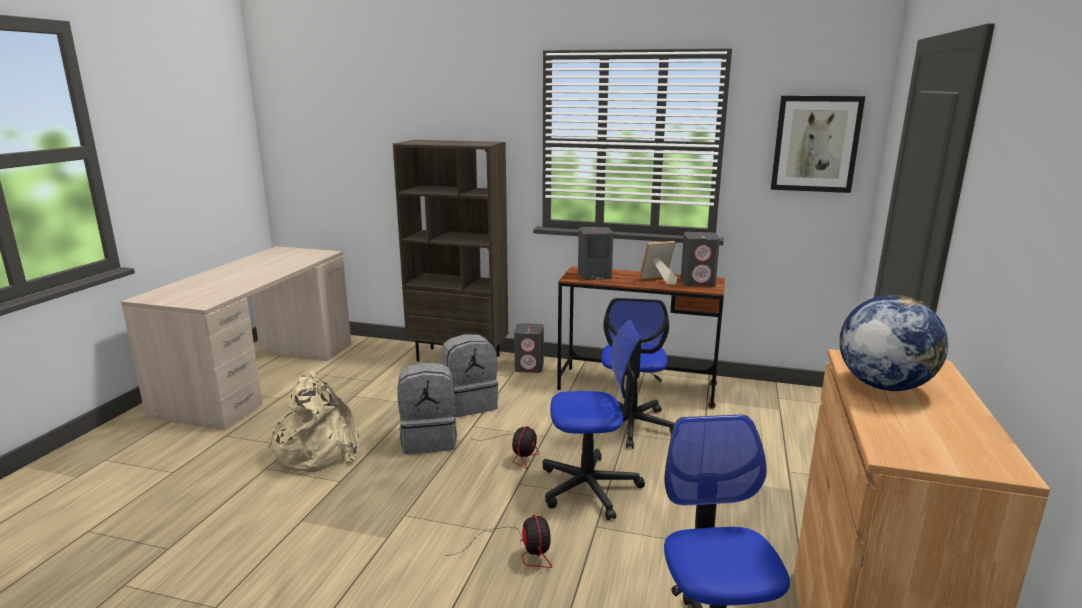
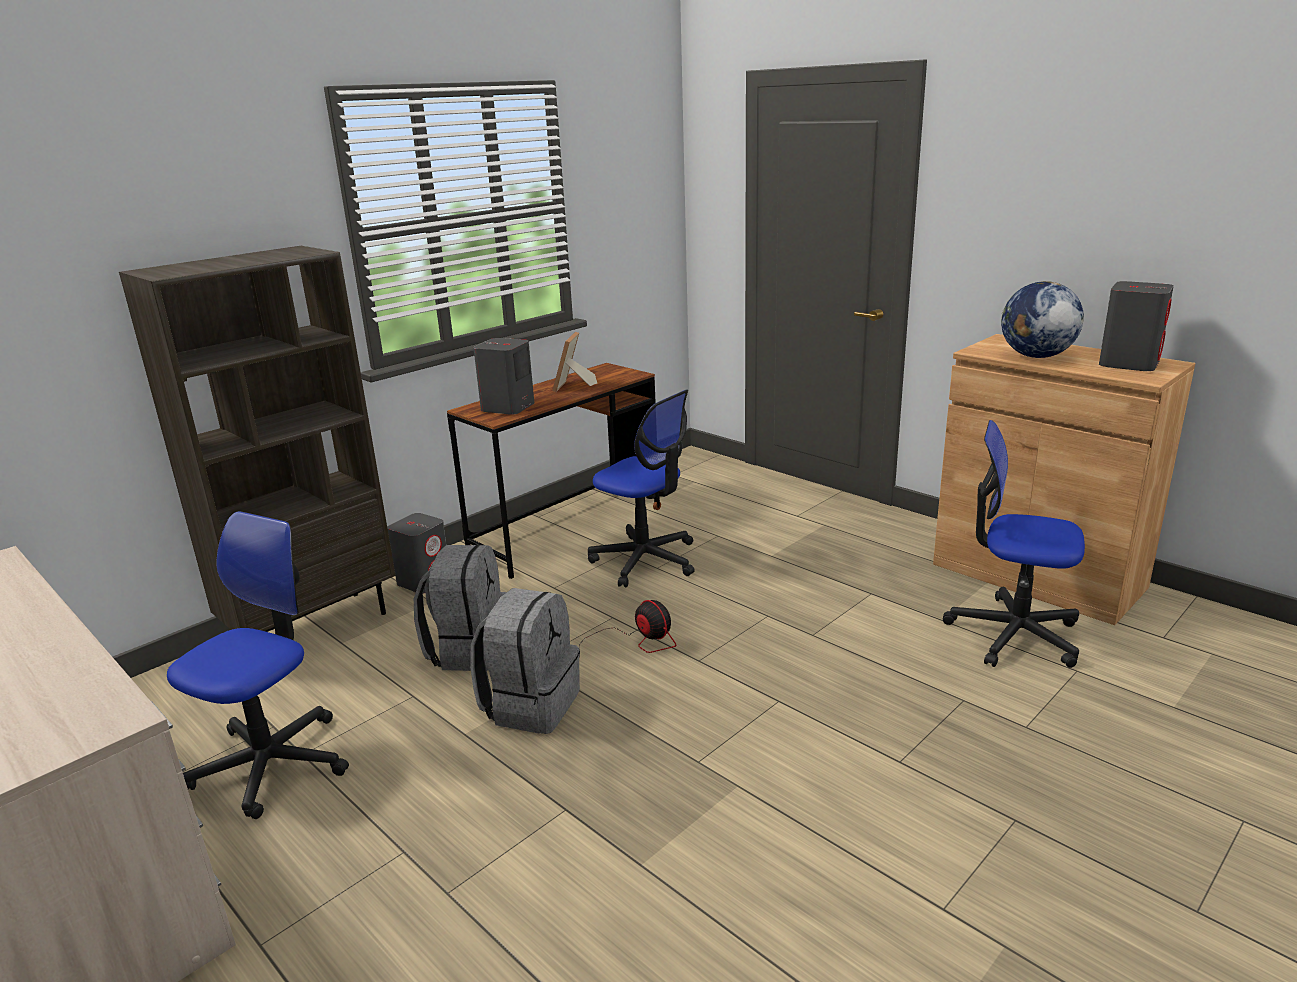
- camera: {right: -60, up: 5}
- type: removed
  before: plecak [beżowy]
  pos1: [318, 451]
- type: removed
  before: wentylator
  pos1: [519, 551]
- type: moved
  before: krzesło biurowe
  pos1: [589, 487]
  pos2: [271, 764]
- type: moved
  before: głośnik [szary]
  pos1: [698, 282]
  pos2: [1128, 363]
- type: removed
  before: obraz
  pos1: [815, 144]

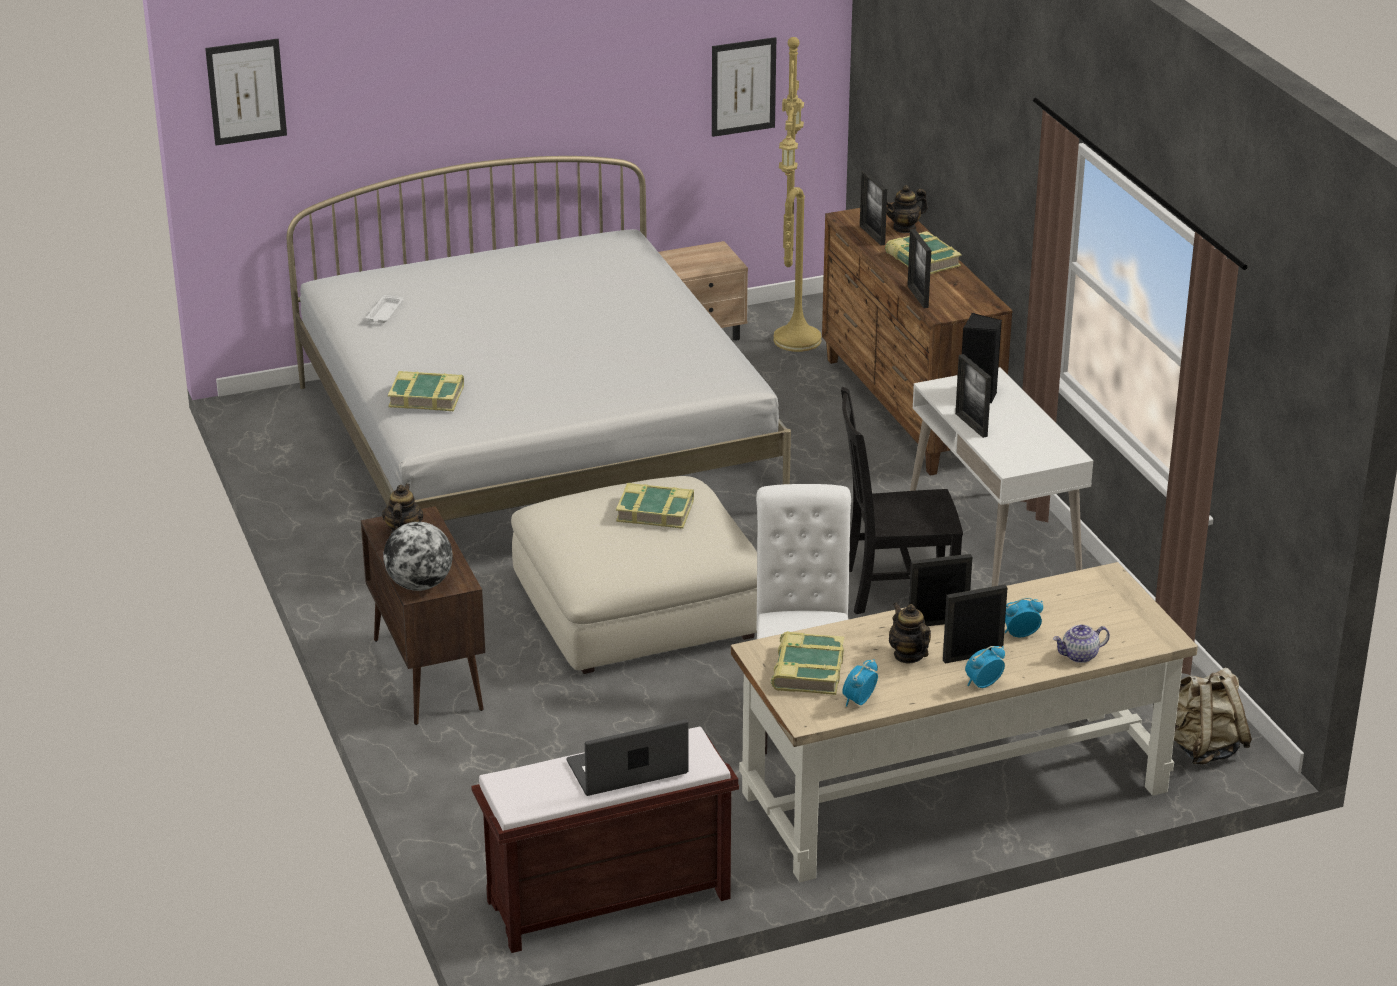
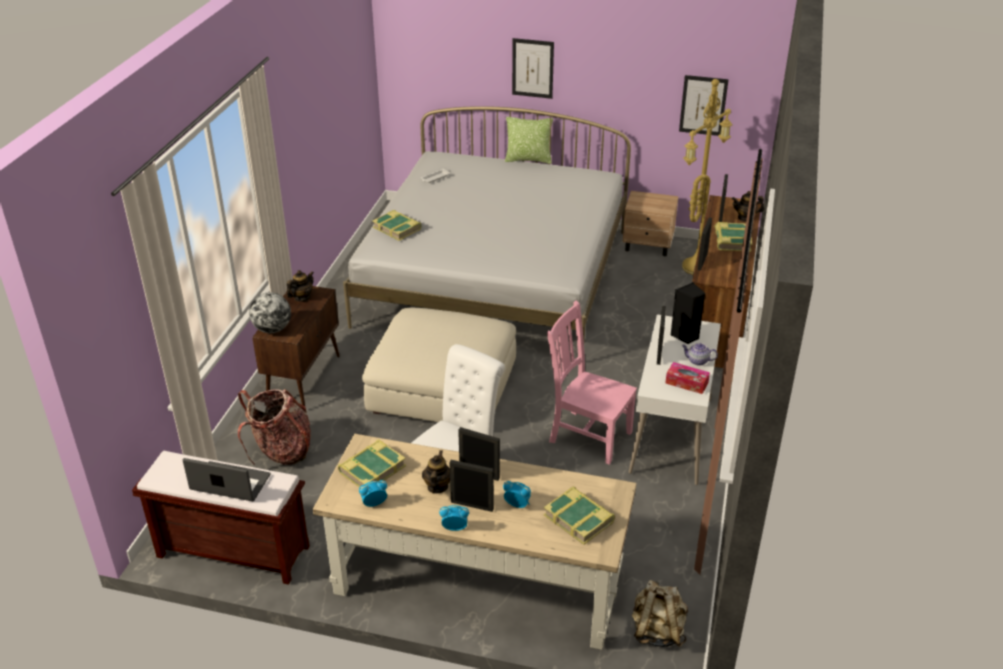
- camera: {right: 35, up: 5}
- type: moved
  before: obraz
  pos1: [246, 91]
  pos2: [532, 68]
- type: moved
  before: książka
  pos1: [655, 511]
  pos2: [579, 518]
- type: recoloured
  before: krzesło [czarny]
  after: krzesło [różowy]
  pos1: [894, 588]
  pos2: [588, 435]
- type: moved
  before: imbryk
  pos1: [1079, 656]
  pos2: [697, 361]
- type: added
  after: plecak
  pos2: [281, 451]
- type: added
  after: poduszka
  pos2: [528, 159]
- type: added
  after: pudełko chusteczek
  pos2: [686, 383]

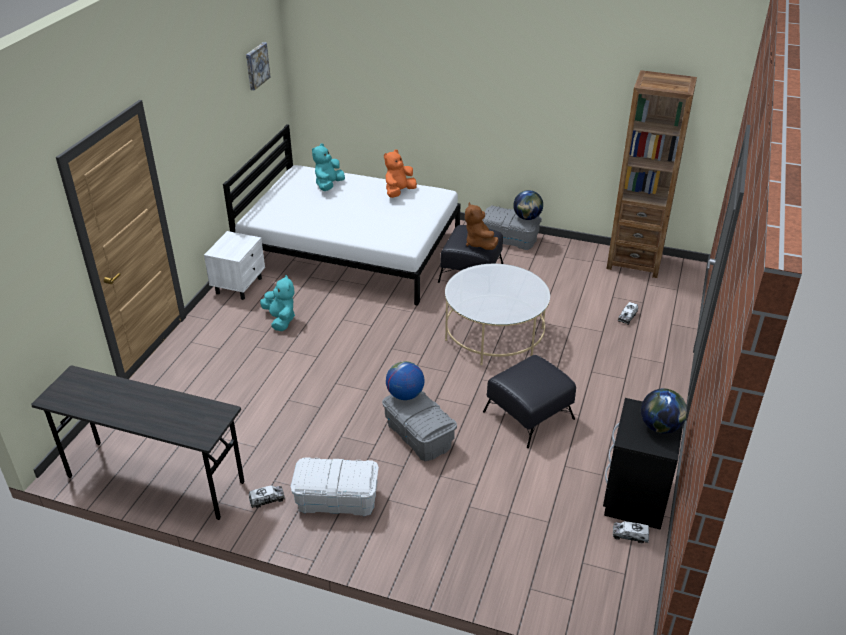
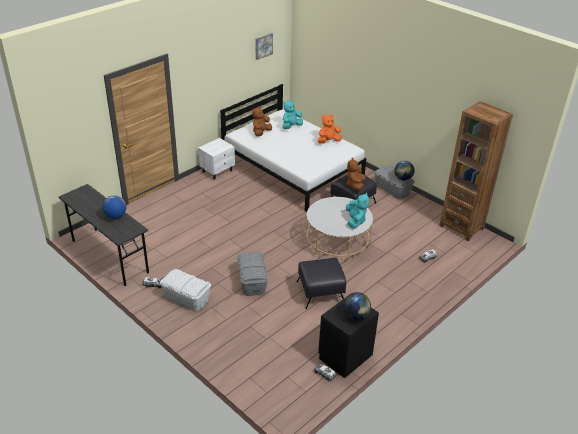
- camera: {right: 25, up: 0}
- type: moved
  before: pluszak [turkusowy]
  pos1: [281, 320]
  pos2: [355, 221]
- type: moved
  before: globus
  pos1: [405, 395]
  pos2: [115, 216]
- type: added
  after: pluszak [brązowy]
  pos2: [261, 133]

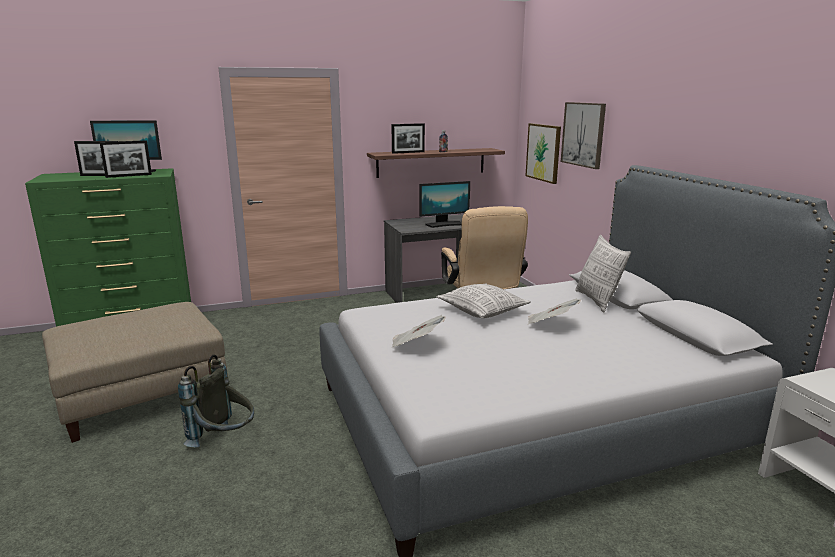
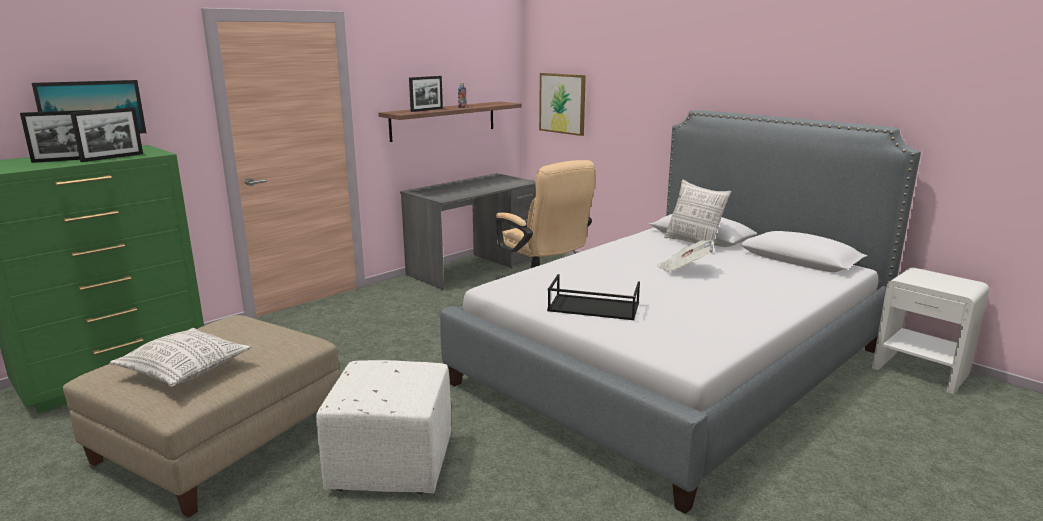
- camera: {right: -25, up: 0}
- type: replaced
  before: plecak [szary]
  after: pufa [biały]
  pos1: [225, 441]
  pos2: [391, 463]
- type: replaced
  before: gazeta
  after: taca [czarny]
  pos1: [416, 345]
  pos2: [592, 307]
- type: removed
  before: monitor
  pos1: [444, 224]
- type: moved
  before: poduszka
  pos1: [482, 311]
  pos2: [185, 370]
- type: removed
  before: obraz
  pos1: [583, 134]

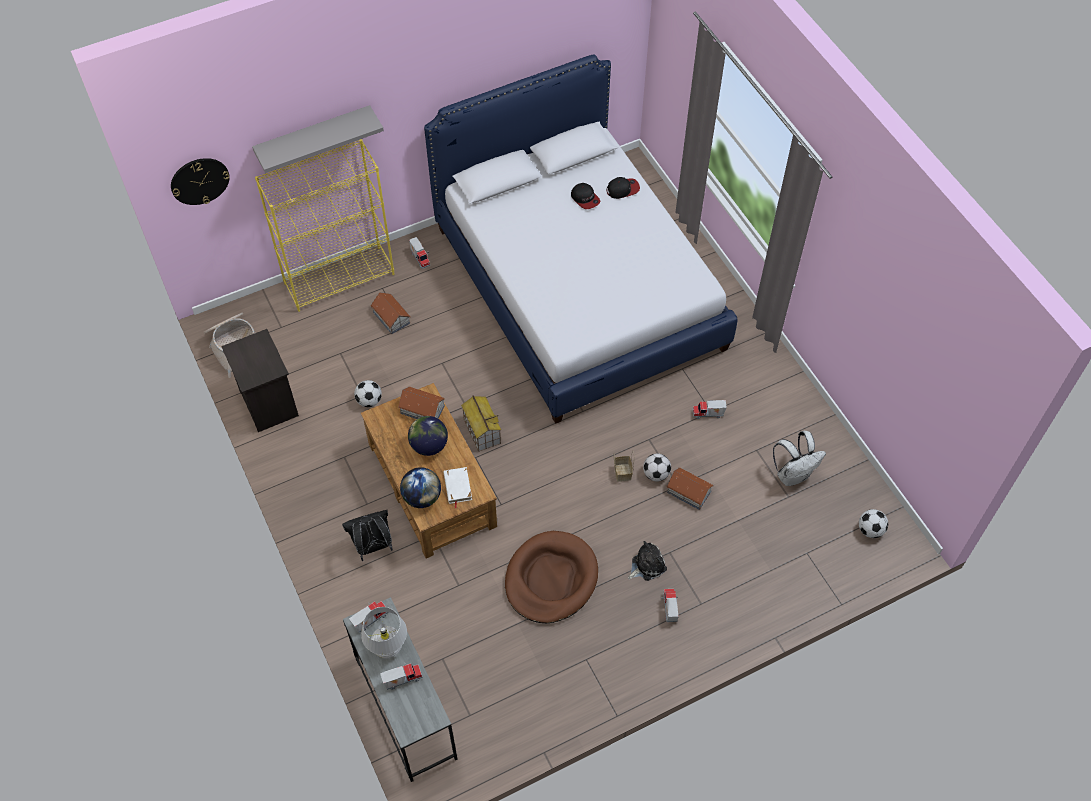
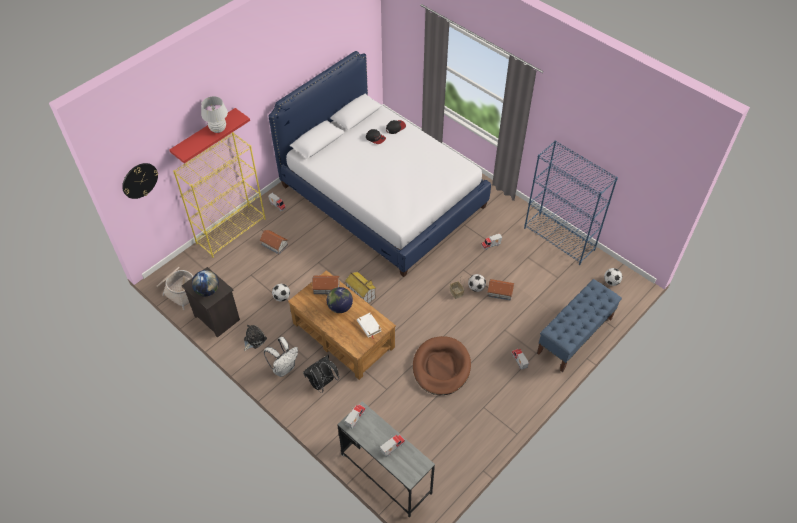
- camera: {right: -20, up: -5}
- type: recoloured
  before: półka [szary]
  after: półka [czerwony]
  pos1: [313, 136]
  pos2: [204, 135]
- type: moved
  before: lampa stołowa [biały]
  pos1: [387, 647]
  pos2: [218, 129]
- type: moved
  before: globus
  pos1: [422, 497]
  pos2: [207, 290]
- type: moved
  before: pluszak
  pos1: [646, 565]
  pos2: [254, 339]
- type: moved
  before: plecak [biały]
  pos1: [793, 474]
  pos2: [284, 368]
- type: added
  after: regał [niebieski]
  pos2: [559, 239]
- type: added
  after: ławka [niebieski]
  pos2: [574, 336]

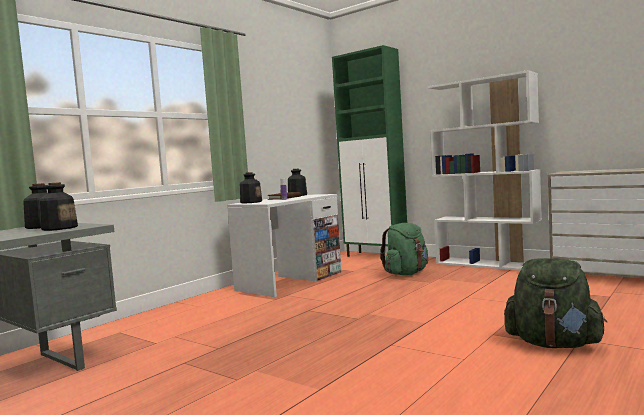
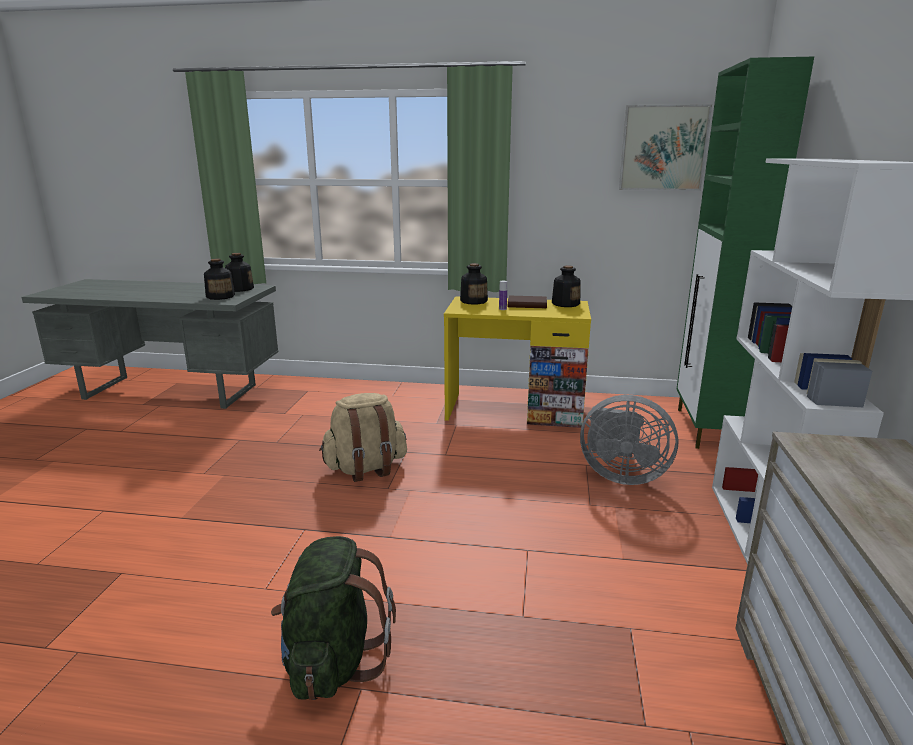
- camera: {right: 60, up: 15}
- type: recoloured
  before: biurko [biały]
  after: biurko [żółty]
  pos1: [290, 281]
  pos2: [514, 410]
- type: replaced
  before: plecak [zielony]
  after: wentylator [szary]
  pos1: [406, 273]
  pos2: [621, 475]
- type: added
  after: plecak [beżowy]
  pos2: [366, 468]
- type: added
  after: obraz
  pos2: [663, 148]

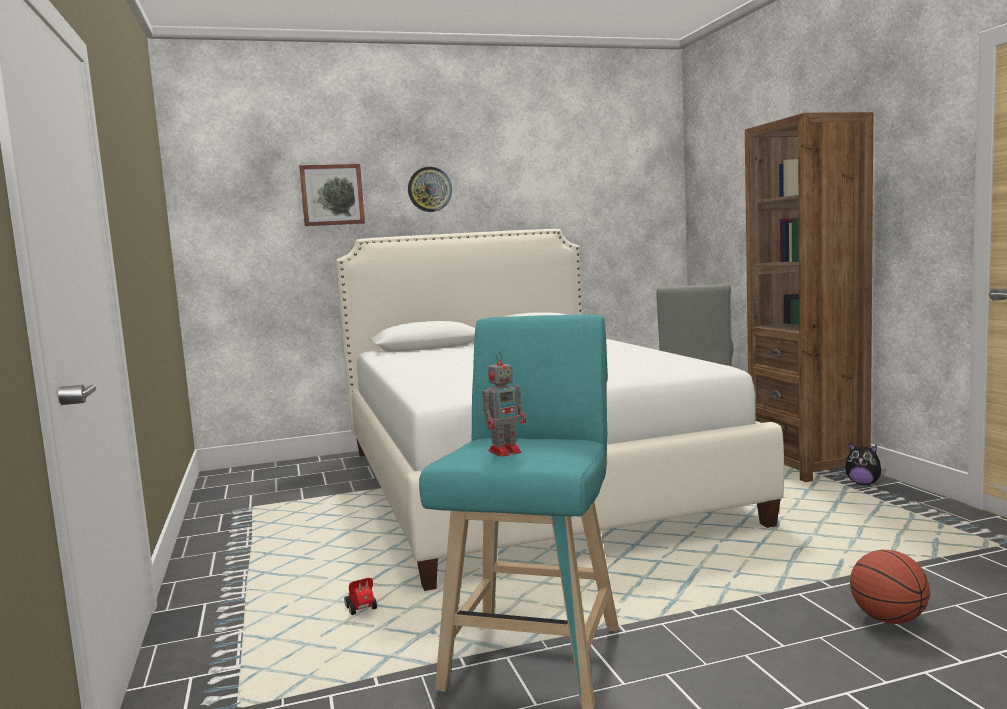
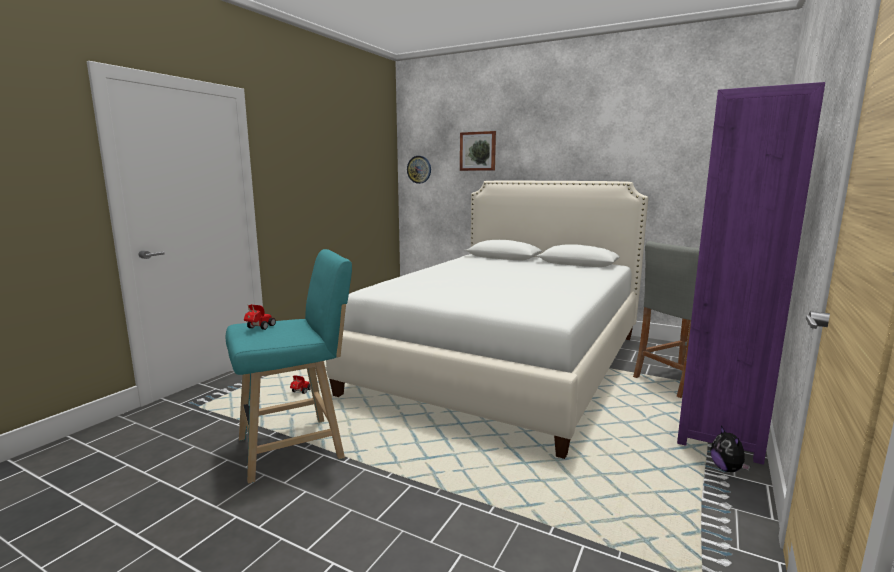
- camera: {right: 45, up: 5}
- type: moved
  before: zegar ścienny
  pos1: [429, 189]
  pos2: [419, 169]
- type: replaced
  before: robot zabawkowy
  after: samochodzik
  pos1: [506, 451]
  pos2: [259, 328]
- type: recoloured
  before: regał [brązowy]
  after: regał [fioletowy]
  pos1: [807, 466]
  pos2: [719, 433]
- type: removed
  before: piłka do koszykówki
  pos1: [888, 619]

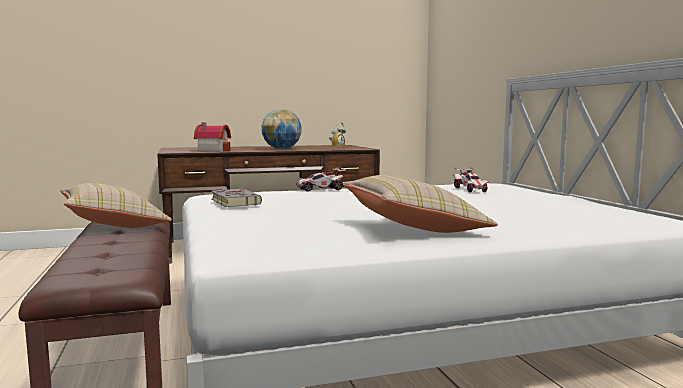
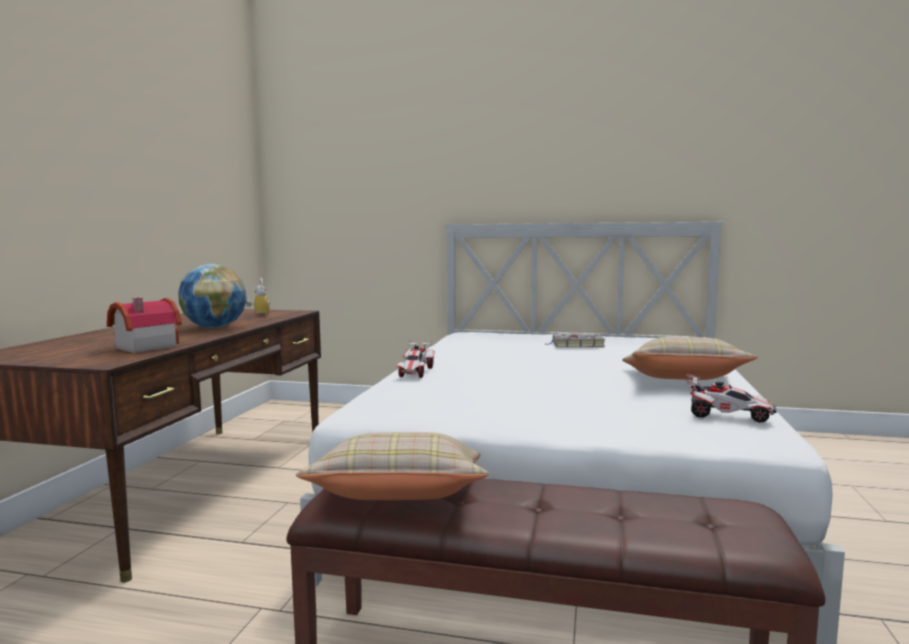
- camera: {right: -60, up: 0}
- type: moved
  before: książka [szary]
  pos1: [234, 202]
  pos2: [576, 344]
- type: moved
  before: samochodzik
  pos1: [470, 190]
  pos2: [727, 415]

